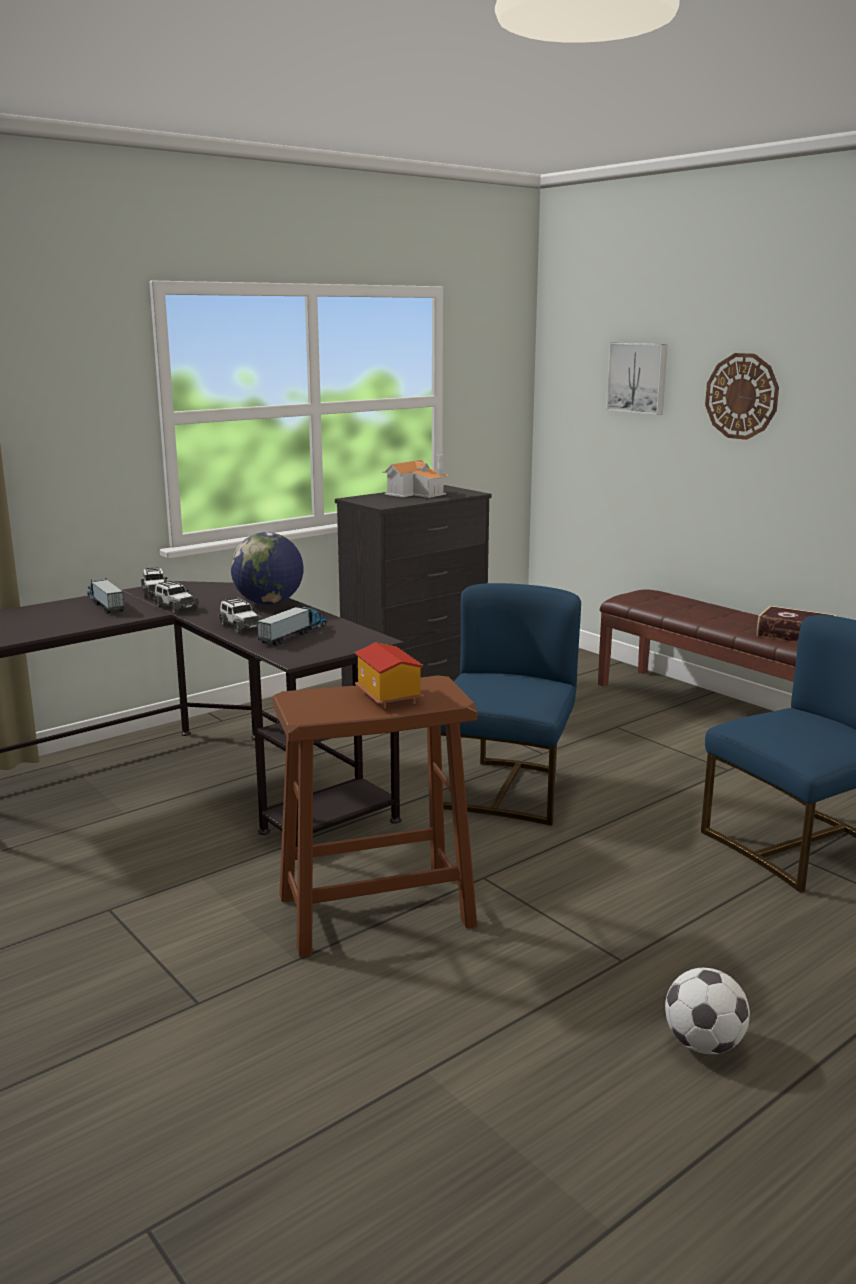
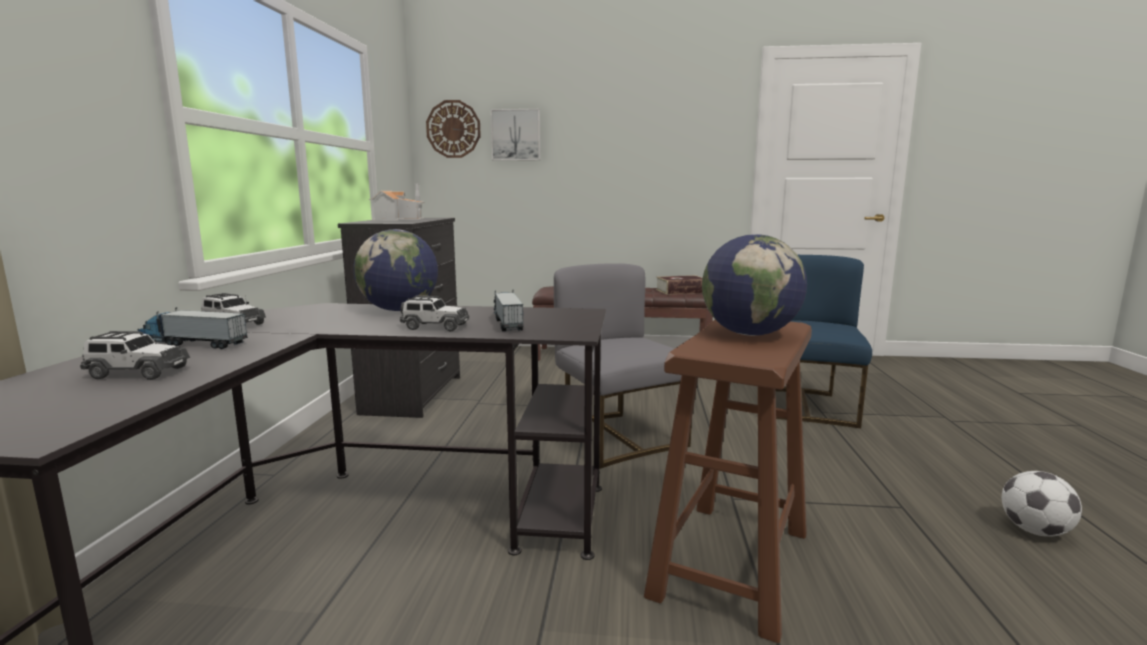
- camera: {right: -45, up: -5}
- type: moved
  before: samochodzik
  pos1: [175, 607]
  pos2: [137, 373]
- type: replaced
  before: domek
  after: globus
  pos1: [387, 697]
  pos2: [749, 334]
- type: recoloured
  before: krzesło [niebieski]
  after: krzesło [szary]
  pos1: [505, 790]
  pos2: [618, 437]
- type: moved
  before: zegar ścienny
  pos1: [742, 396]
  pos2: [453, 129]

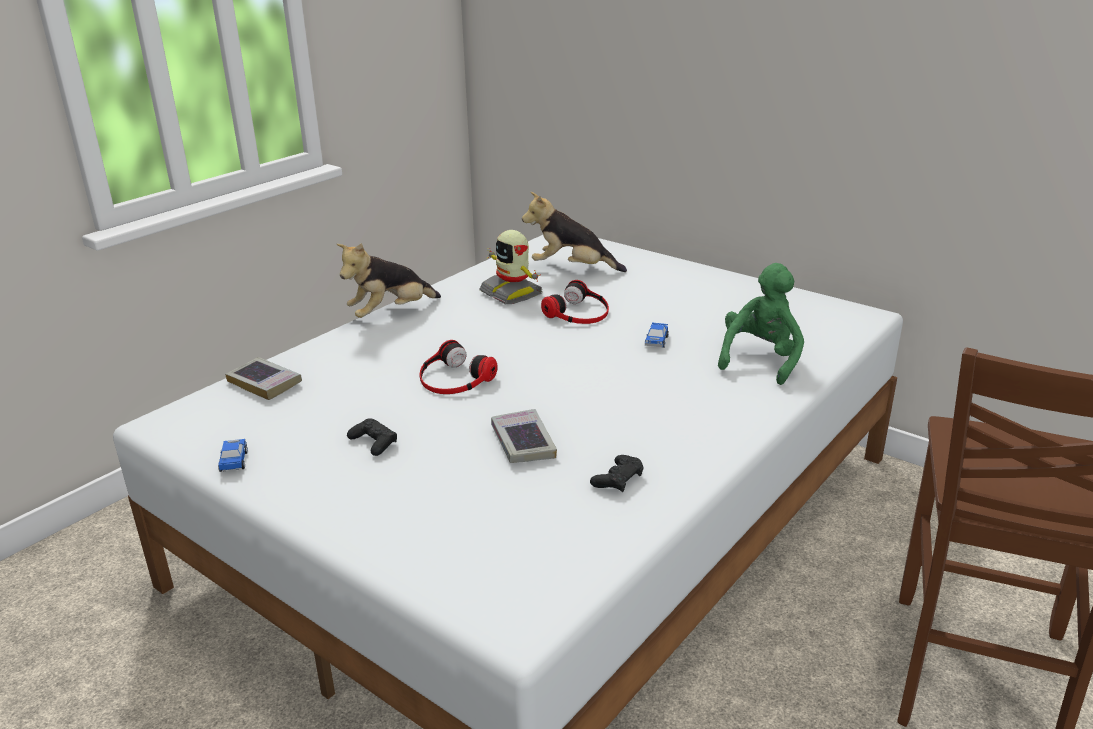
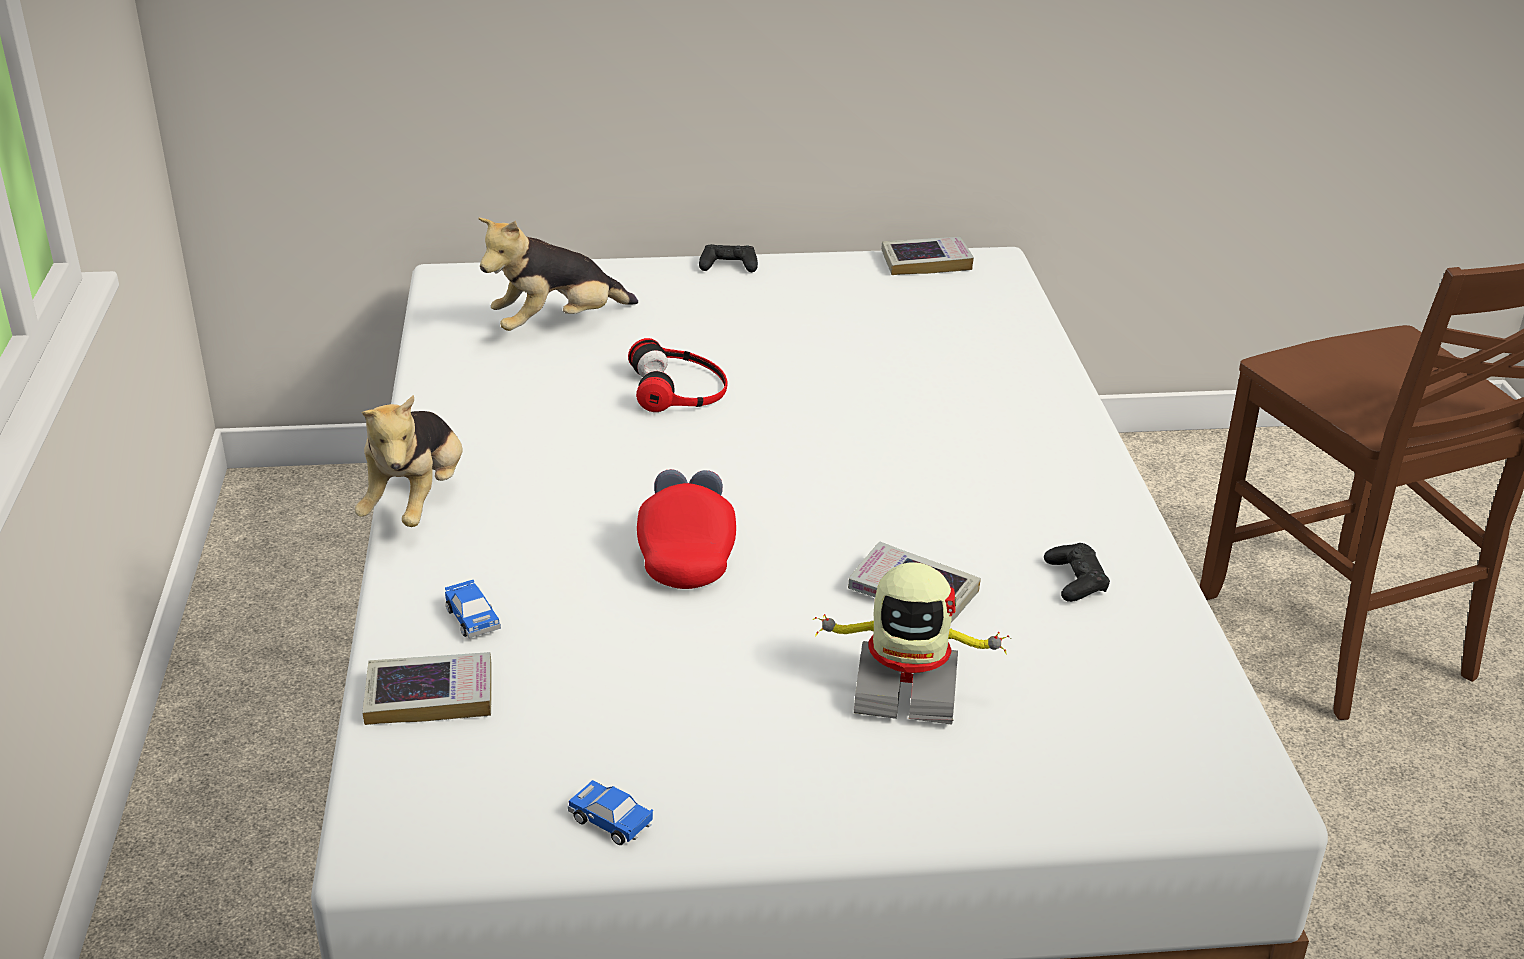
- camera: {right: -45, up: 5}
- type: moved
  before: pad do gier [czarny]
  pos1: [374, 442]
  pos2: [728, 265]
- type: replaced
  before: słuchawki
  after: czapka z daszkiem [czerwony]
  pos1: [454, 378]
  pos2: [687, 554]
- type: moved
  before: robot zabawkowy
  pos1: [512, 293]
  pos2: [906, 687]
- type: moved
  before: samochodzik
  pos1: [656, 341]
  pos2: [472, 618]
- type: removed
  before: pluszak [zielony]
  pos1: [761, 359]
- type: added
  after: książka
  pos2: [926, 262]

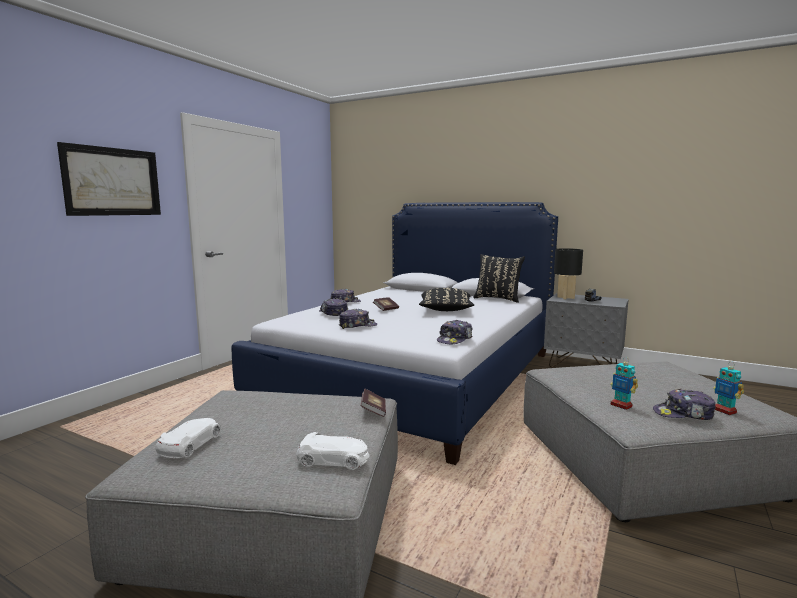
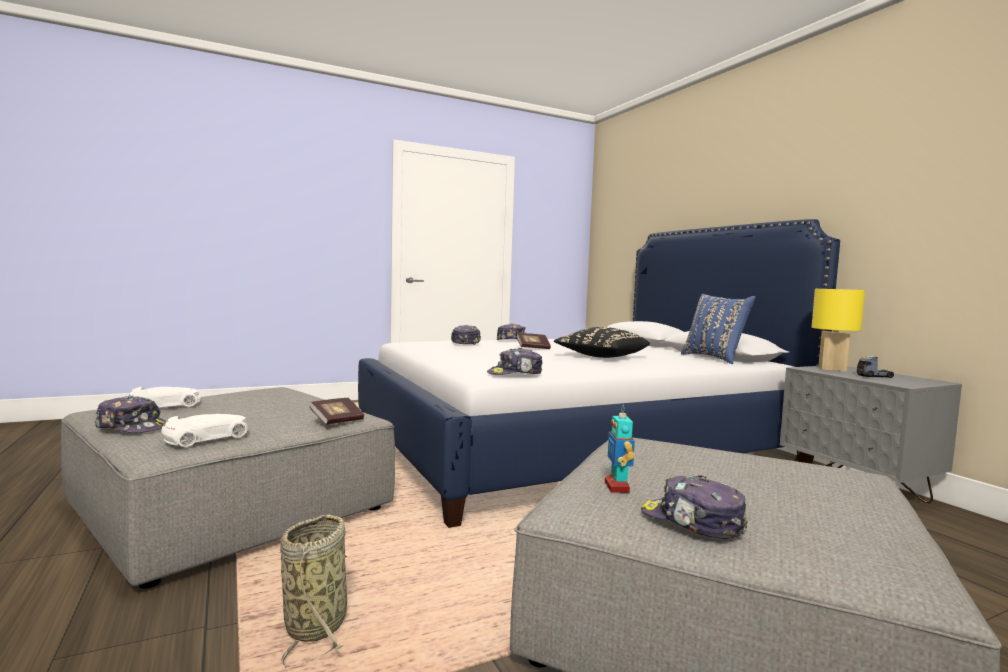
- camera: {right: 35, up: -5}
- type: removed
  before: obraz
  pos1: [112, 182]
- type: turned
  before: samochodzik [biały]
  pos1: [334, 460]
  pos2: [207, 438]
  turn: -90
- type: moved
  before: czapka z daszkiem
  pos1: [357, 325]
  pos2: [132, 427]
- type: recoloured
  before: poduszka [czarny]
  after: poduszka [niebieski]
  pos1: [498, 299]
  pos2: [714, 358]
- type: recoloured
  before: lampa stołowa [czarny]
  after: lampa stołowa [żółty]
  pos1: [566, 298]
  pos2: [832, 369]
- type: removed
  before: robot zabawkowy
  pos1: [724, 411]
- type: added
  after: koszyk
  pos2: [317, 623]

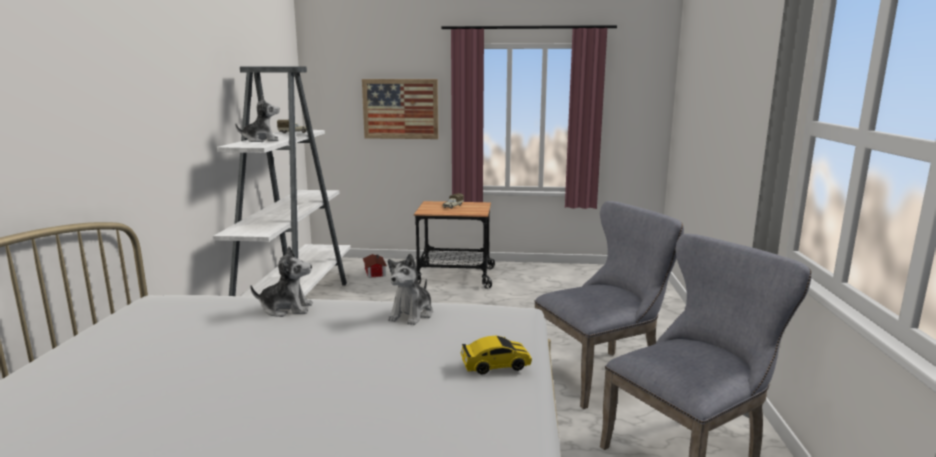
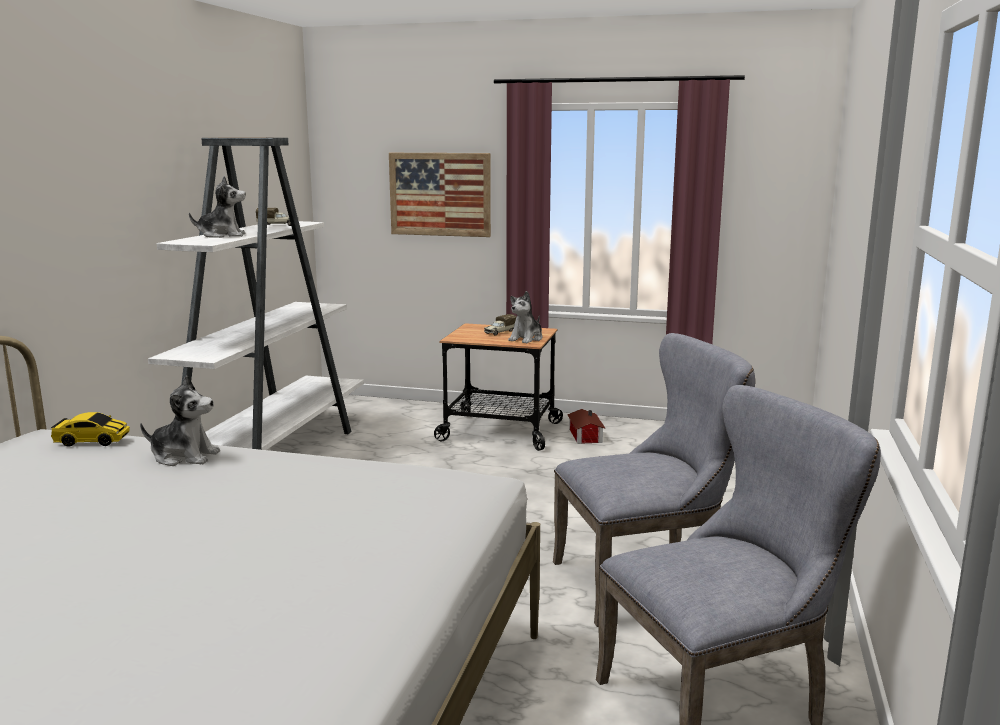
- camera: {right: 10, up: 0}
- type: moved
  before: domek
  pos1: [374, 272]
  pos2: [584, 436]
- type: moved
  before: pluszak
  pos1: [412, 314]
  pos2: [526, 339]
- type: moved
  before: samochodzik
  pos1: [495, 365]
  pos2: [92, 441]

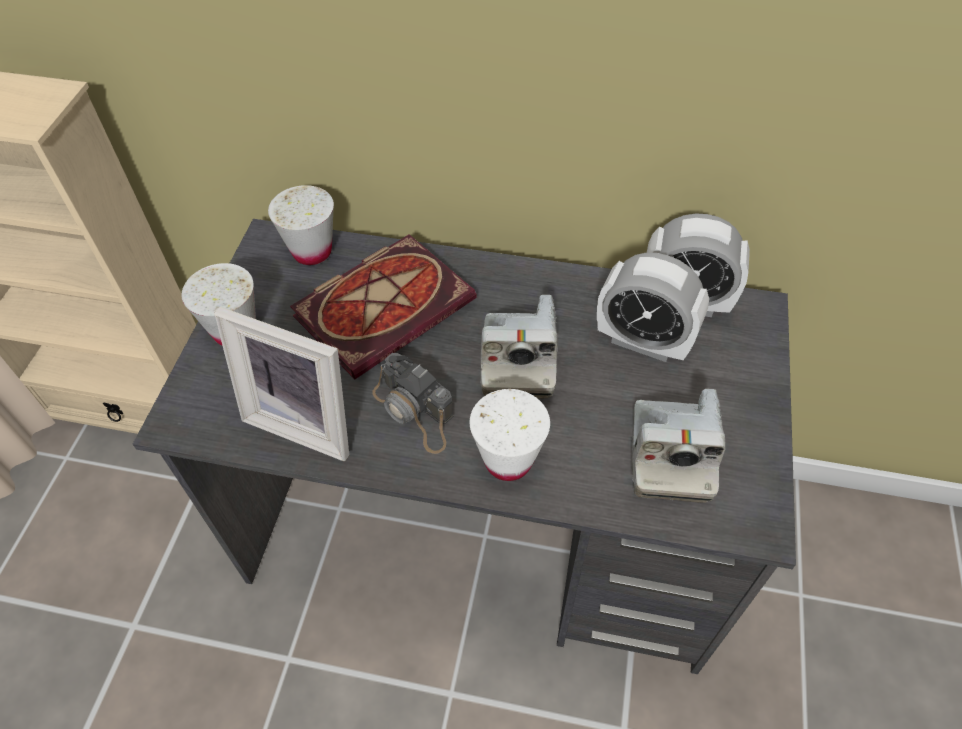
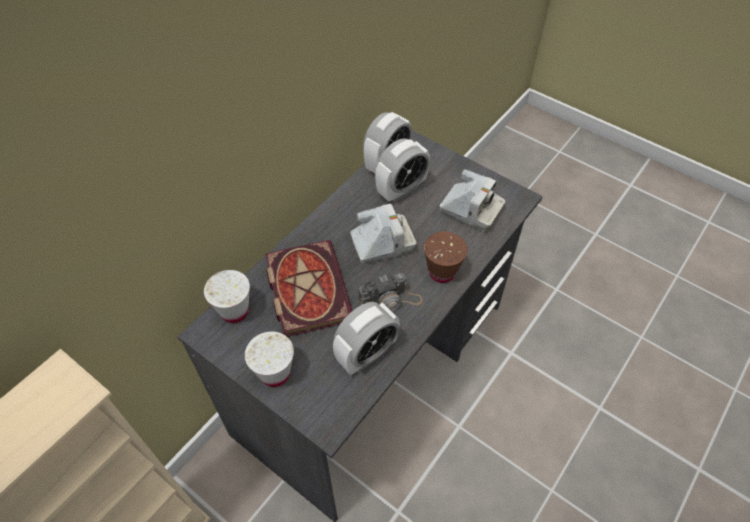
- camera: {right: -65, up: 0}
- type: replaced
  before: ramka na zdjęcie
  after: budzik
  pos1: [306, 420]
  pos2: [366, 354]
- type: recoloured
  before: filiżanka [biały]
  after: filiżanka [brązowy]
  pos1: [508, 460]
  pos2: [442, 272]
- type: turned
  before: aparat fotograficzny
  pos1: [517, 360]
  pos2: [382, 244]
  turn: -45

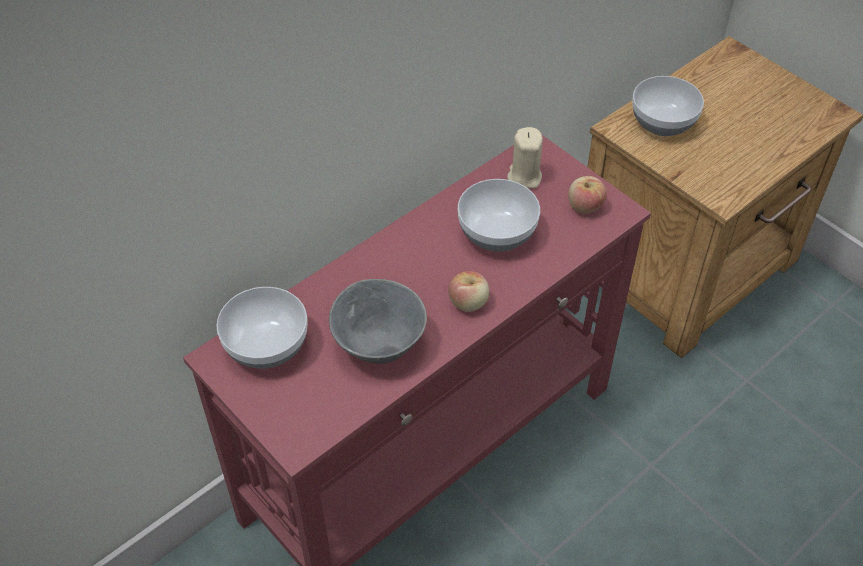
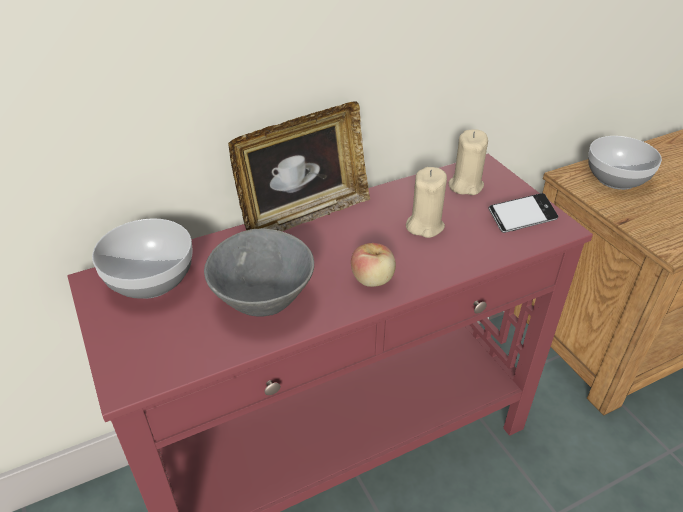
- camera: {right: 15, up: -10}
- type: replaced
  before: miska
  after: świeca [beżowy]
  pos1: [498, 234]
  pos2: [424, 226]
- type: replaced
  before: jabłko
  after: telefon
  pos1: [585, 206]
  pos2: [522, 217]
- type: added
  after: ramka na zdjęcie
  pos2: [304, 214]

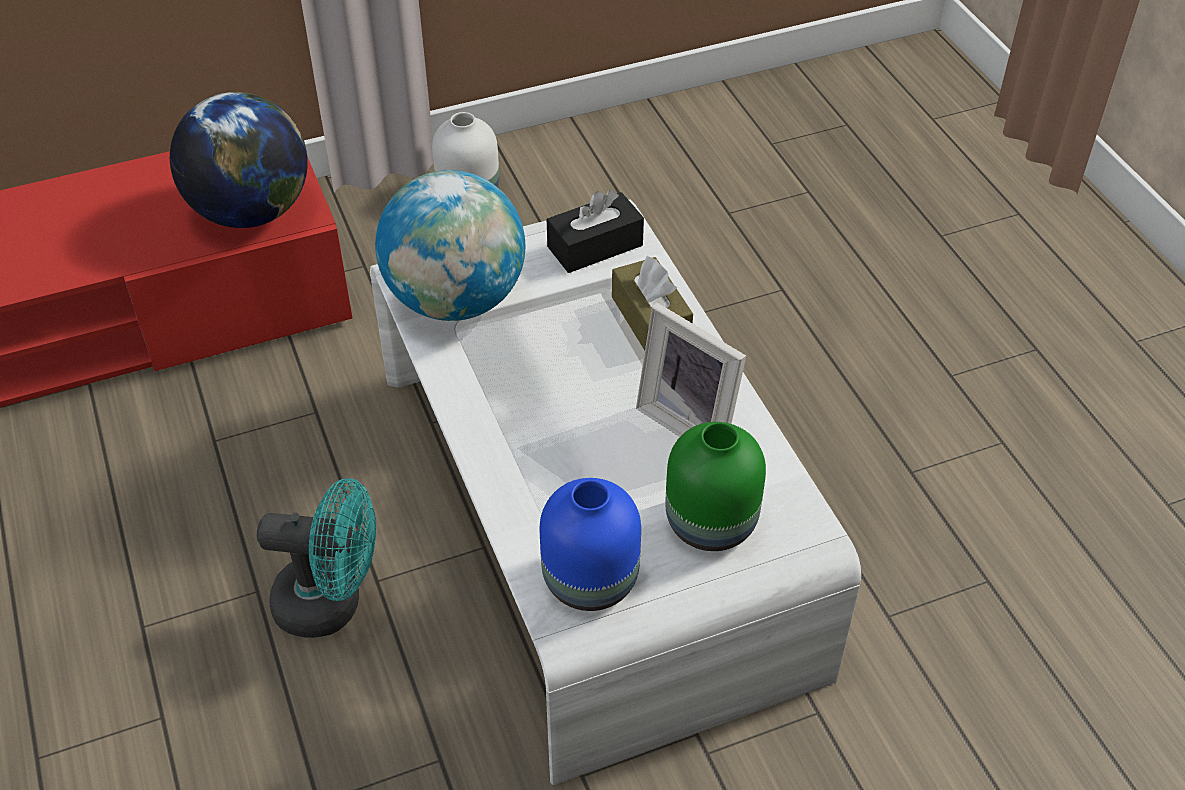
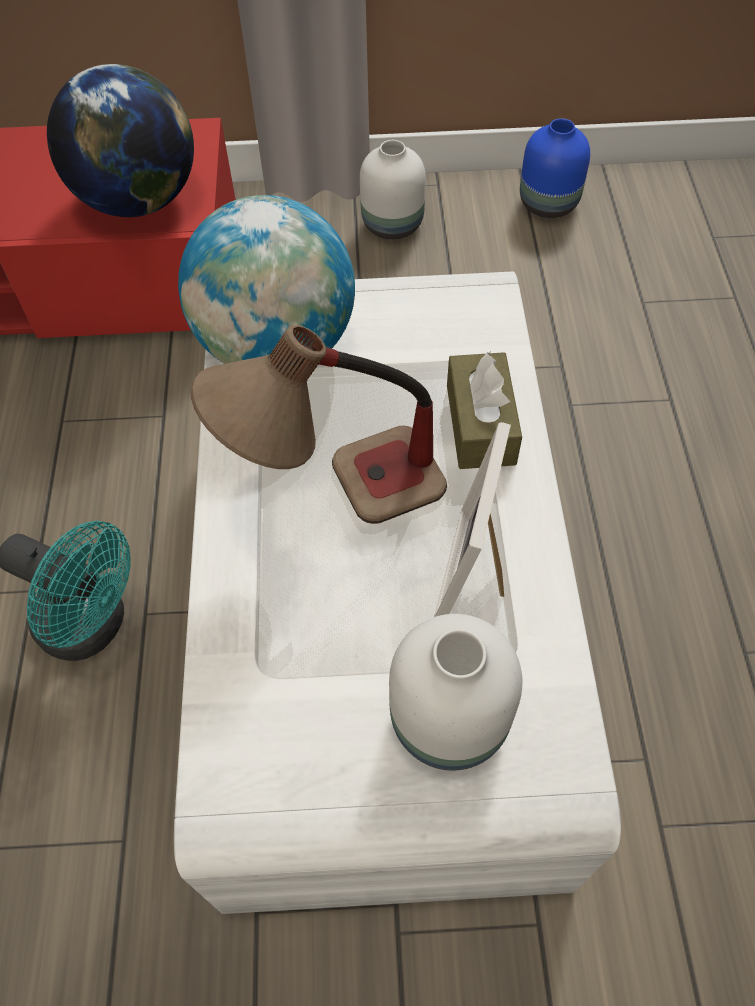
- camera: {right: 20, up: 10}
- type: moved
  before: wazon [niebieski]
  pos1: [592, 578]
  pos2: [549, 203]
- type: removed
  before: pudełko chusteczek [czarny]
  pos1: [595, 246]
- type: turned
  before: ramka na zdjęcie
  pos1: [691, 421]
  pos2: [477, 571]
  turn: 45
- type: recoloured
  before: wazon [zielony]
  after: wazon [biały]
  pos1: [713, 524]
  pos2: [451, 722]
- type: added
  after: lampa stołowa
  pos2: [336, 498]

